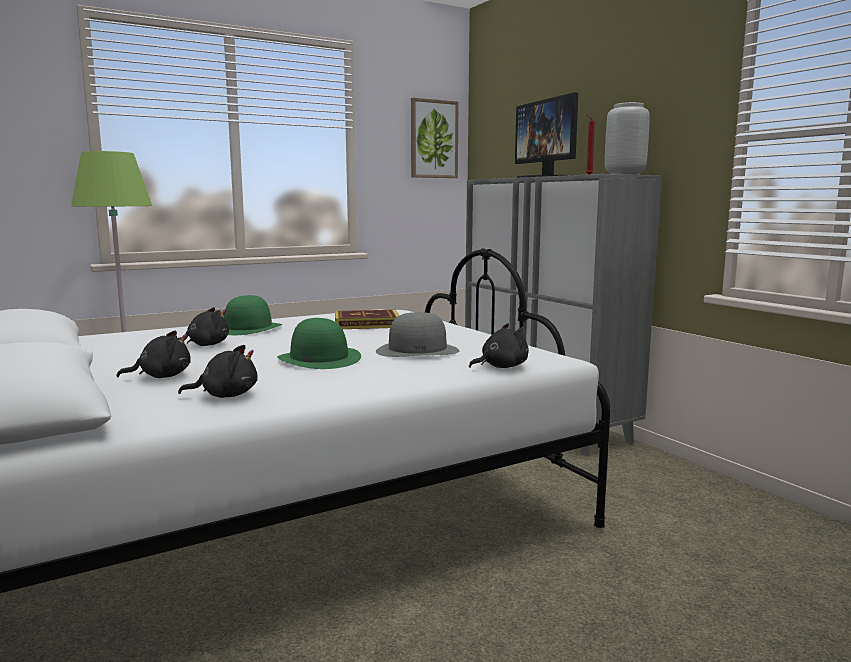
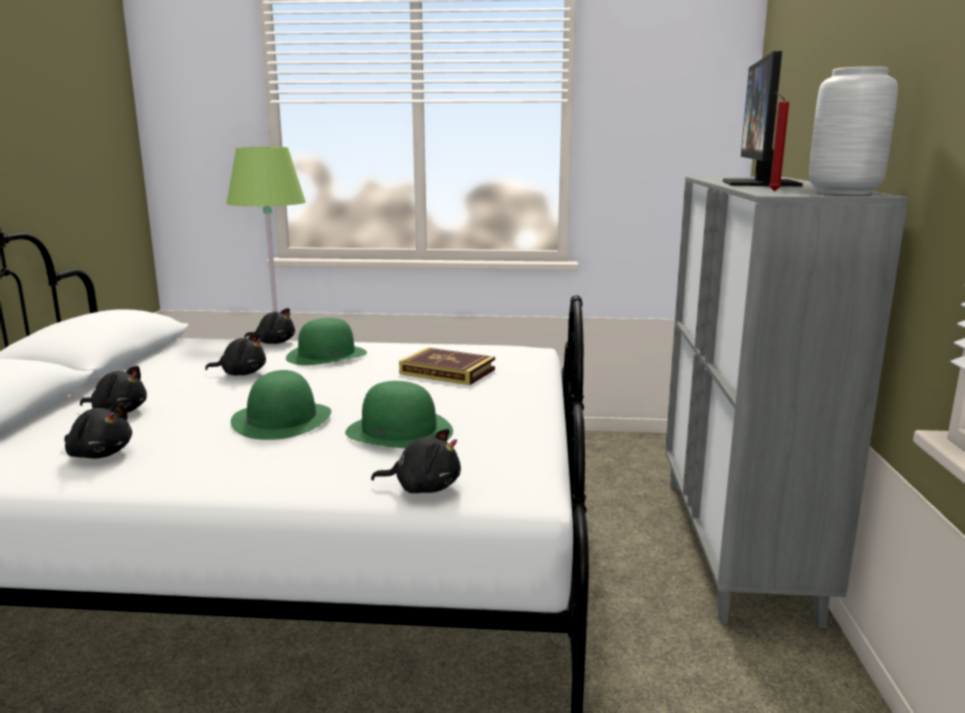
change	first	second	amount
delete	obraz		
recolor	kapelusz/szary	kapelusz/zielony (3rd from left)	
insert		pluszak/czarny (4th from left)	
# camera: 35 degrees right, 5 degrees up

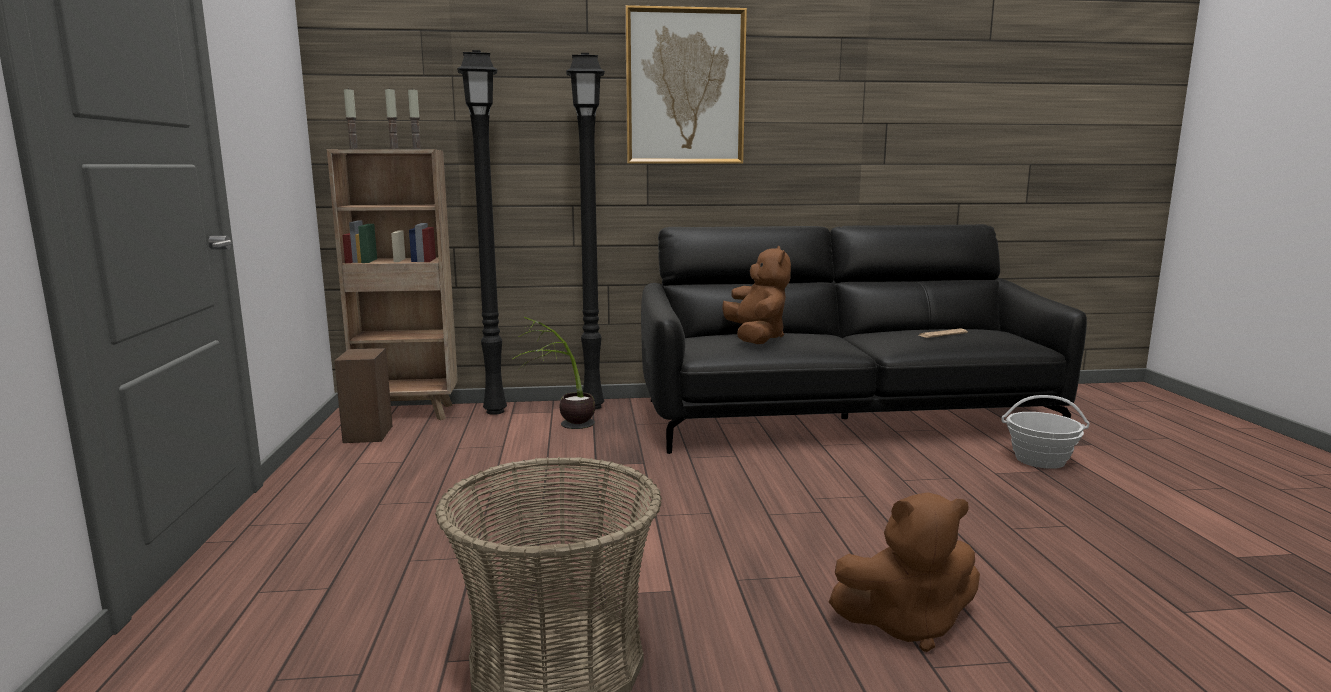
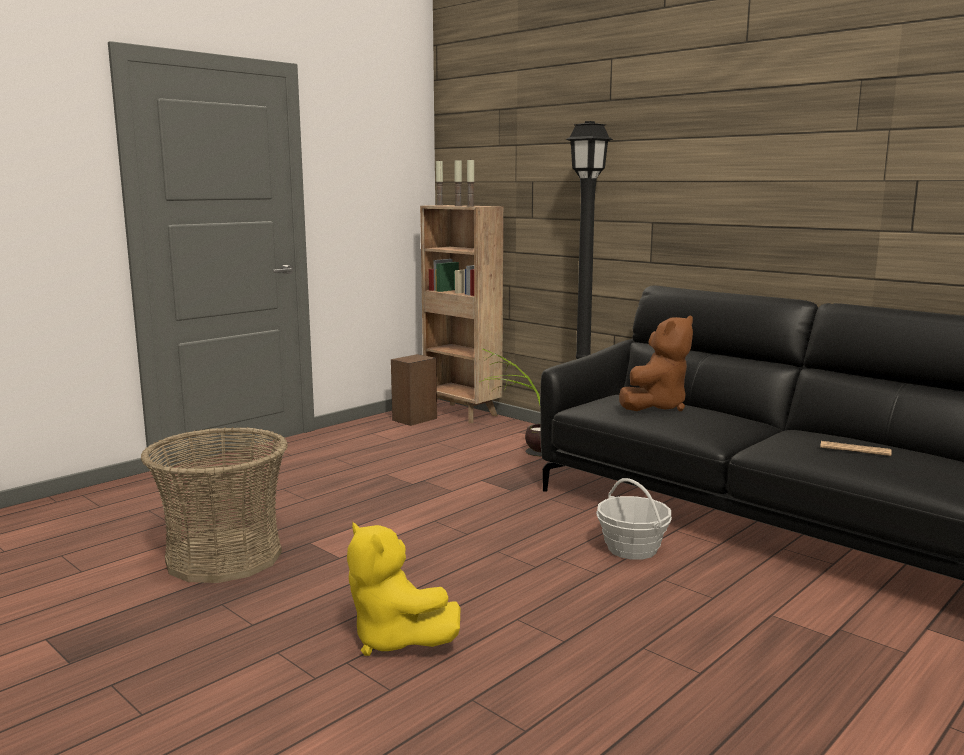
change	first	second	amount
delete	obraz		
delete	lampa stojąca/czarny (1st from left)		
move	koszyk (2nd from left)		
recolor	pluszak/brązowy (2nd from left)	pluszak/żółty	
# camera: 50 degrees right, 0 degrees up

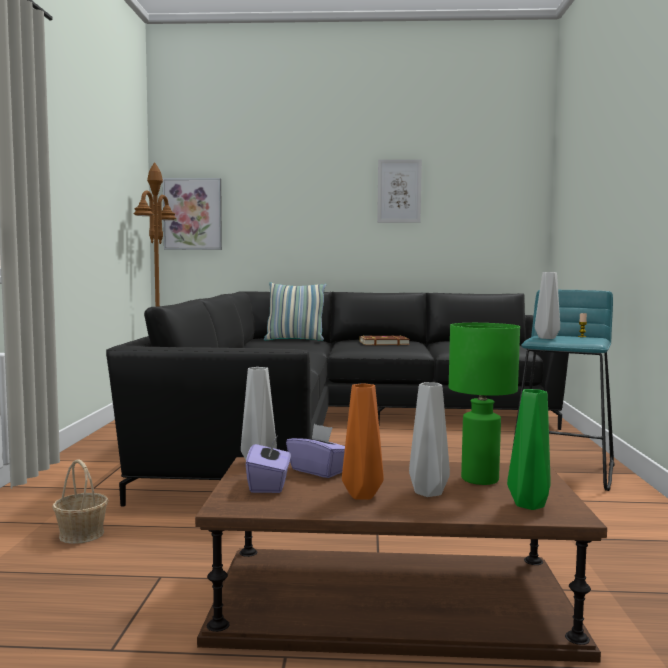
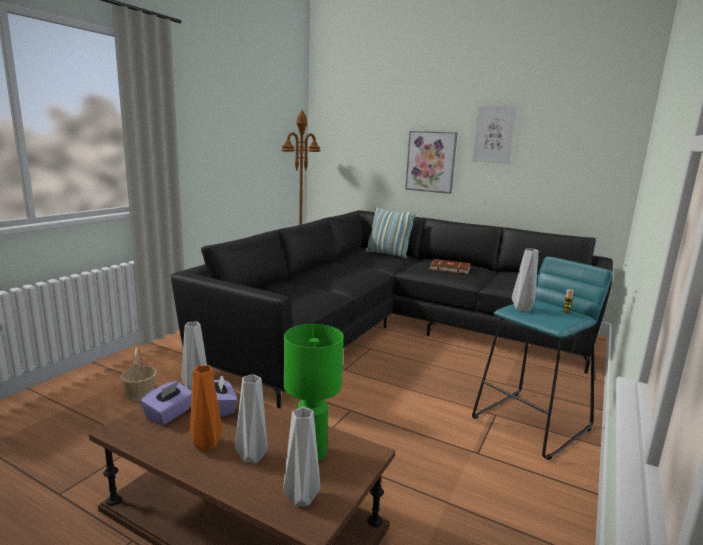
change	first	second	amount
move	obraz (1st from left)		
recolor	wazon/zielony	wazon/szary (3rd from left)	
# camera: 25 degrees right, 10 degrees up

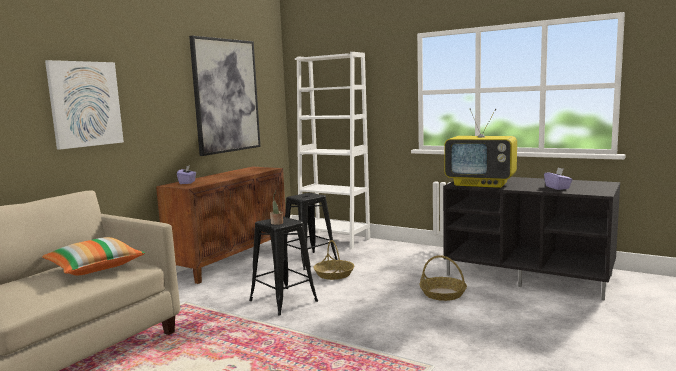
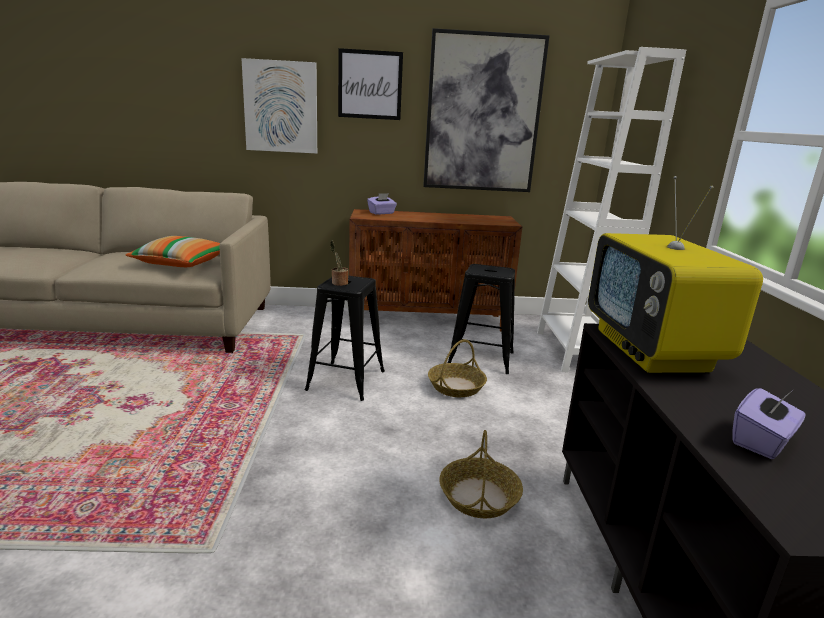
change	first	second	amount
insert		obraz (2nd from left)	
# camera: 55 degrees right, 10 degrees up

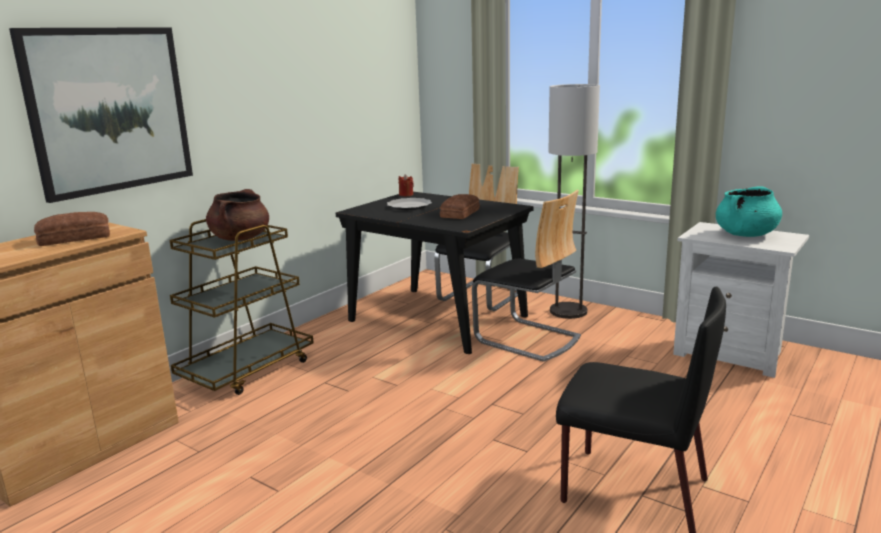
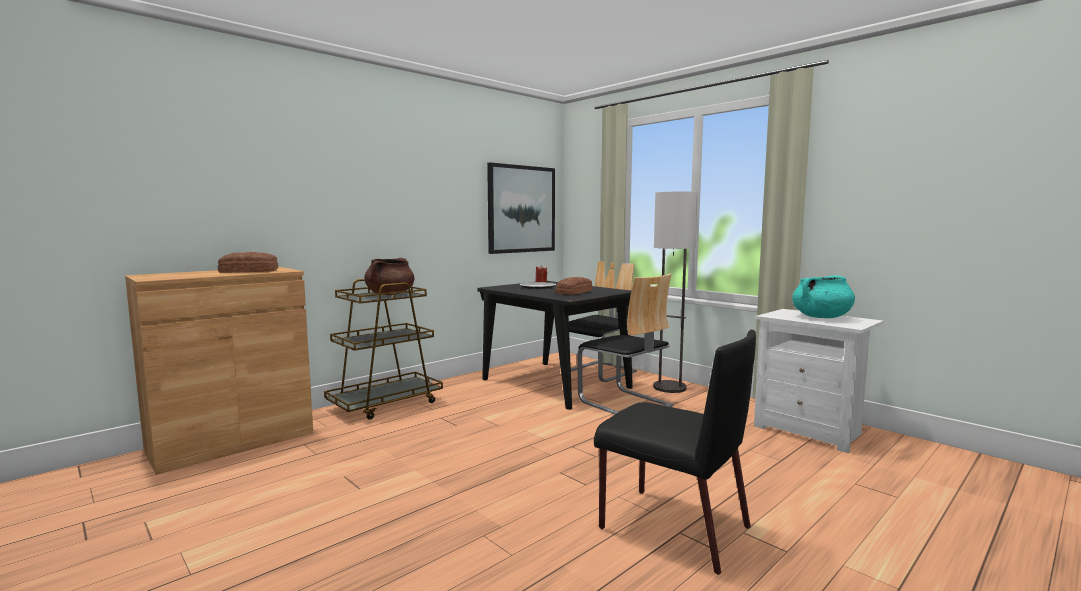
change	first	second	amount
move	obraz		
# camera: 10 degrees right, 10 degrees down

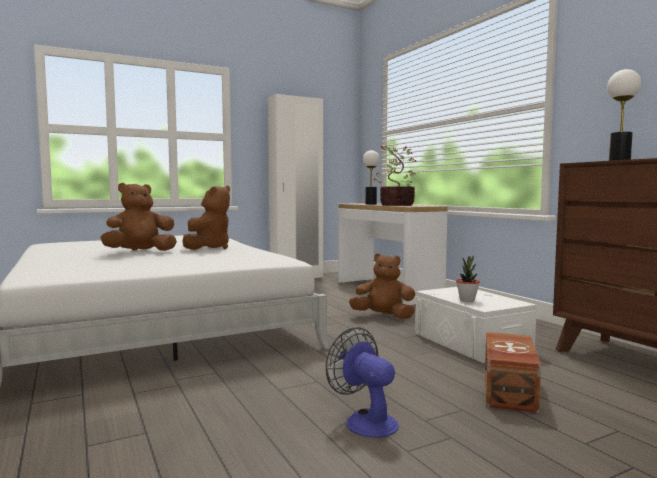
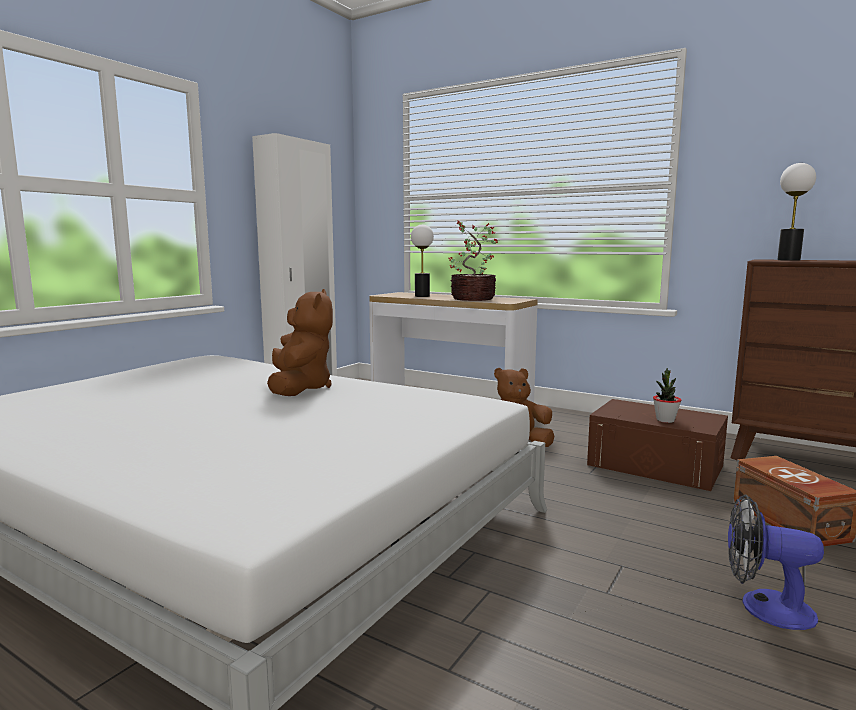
change	first	second	amount
delete	pluszak/brązowy (1st from left)		
recolor	pojemnik do przechowywania/biały	pojemnik do przechowywania/brązowy (1st from left)	
# camera: 30 degrees left, 5 degrees up

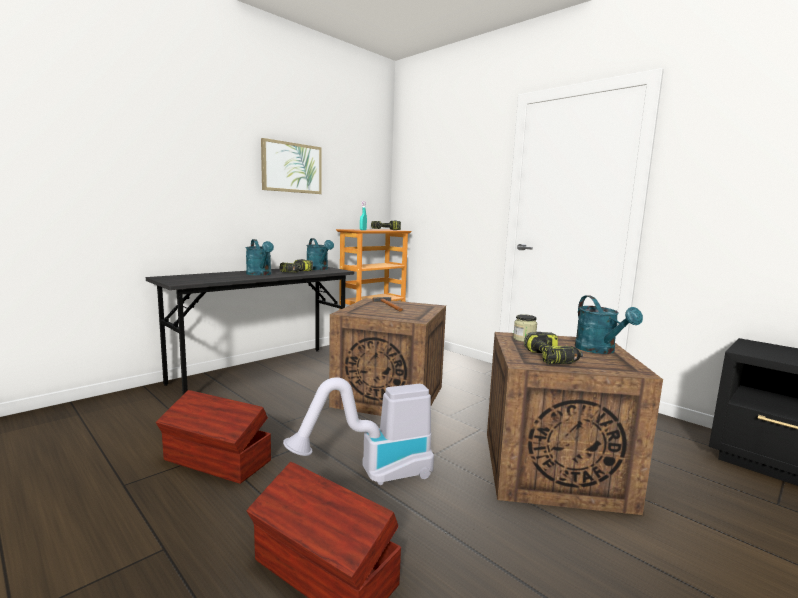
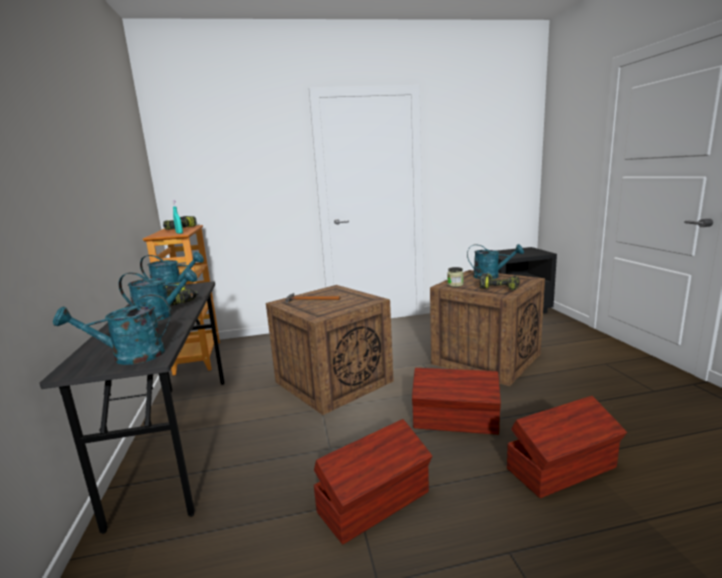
change	first	second	amount
delete	obraz		
replace	odkurzacz	pojemnik do przechowywania/brązowy (2nd from left)	
insert		konewka/turkusowy (1st from left)	
# camera: 55 degrees left, 5 degrees up

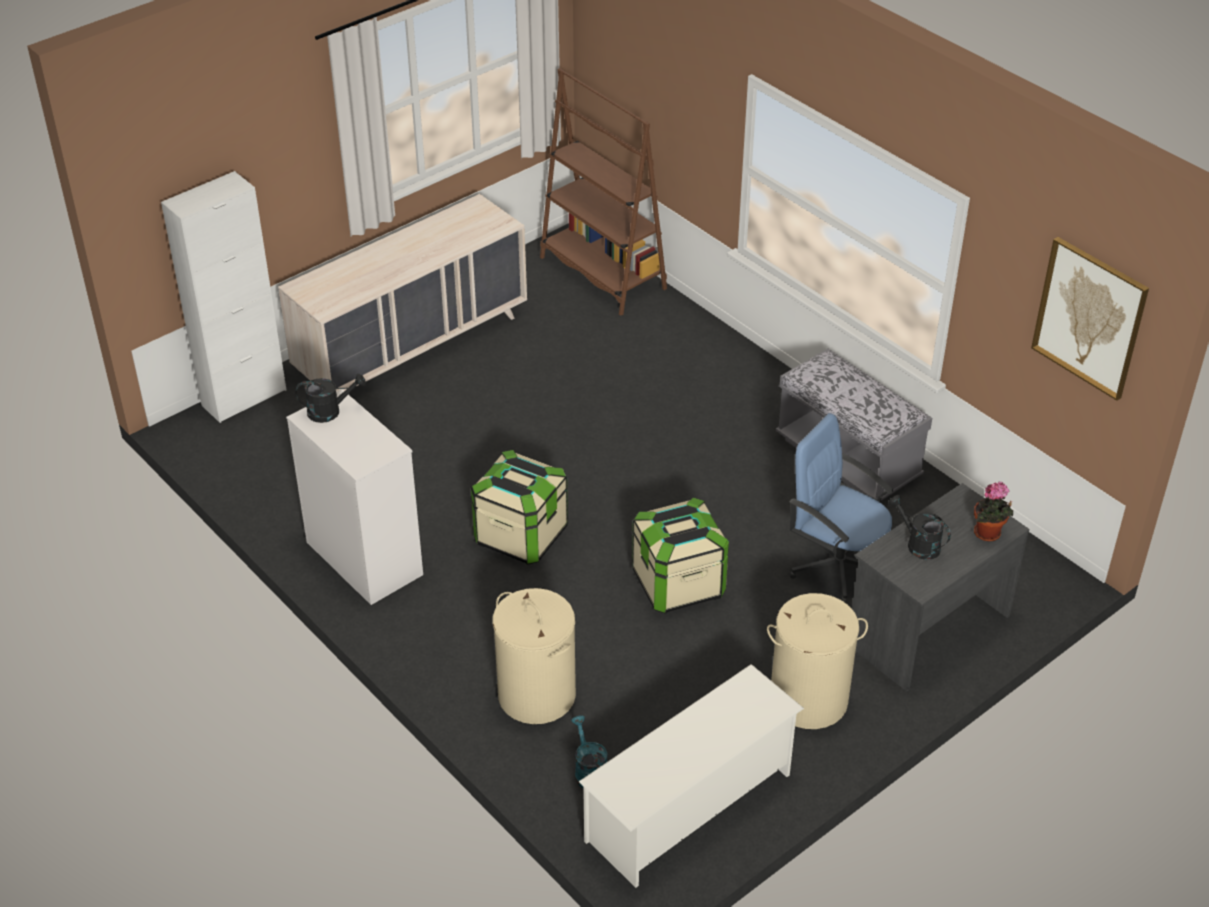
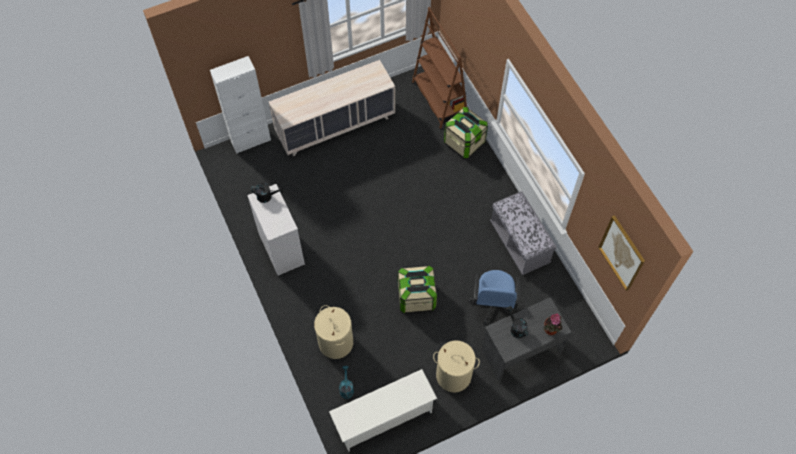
change	first	second	amount
rotate	krzesło biurowe/niebieski		135 degrees counterclockwise
move	pojemnik do przechowywania (1st from left in the first image)	pojemnik do przechowywania (2nd from left)	
# camera: 15 degrees right, 20 degrees up

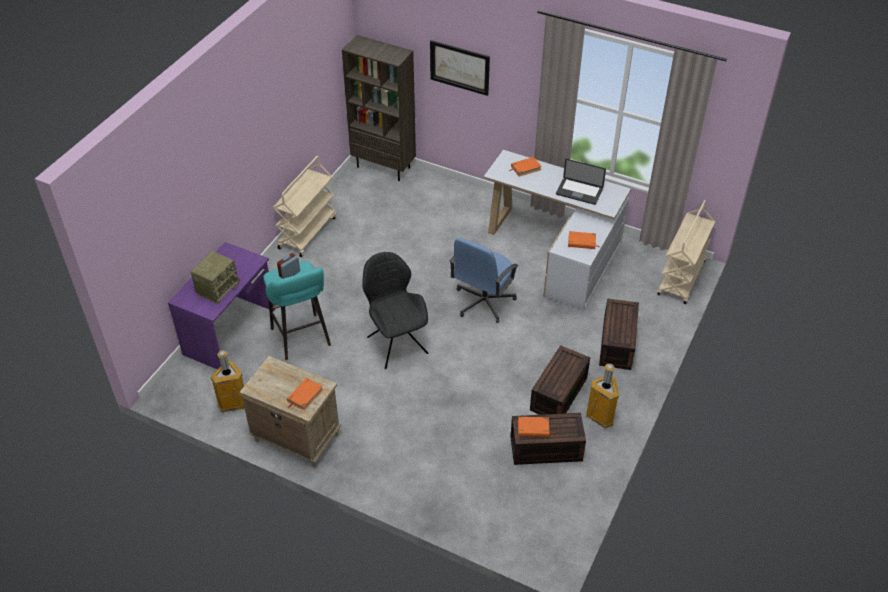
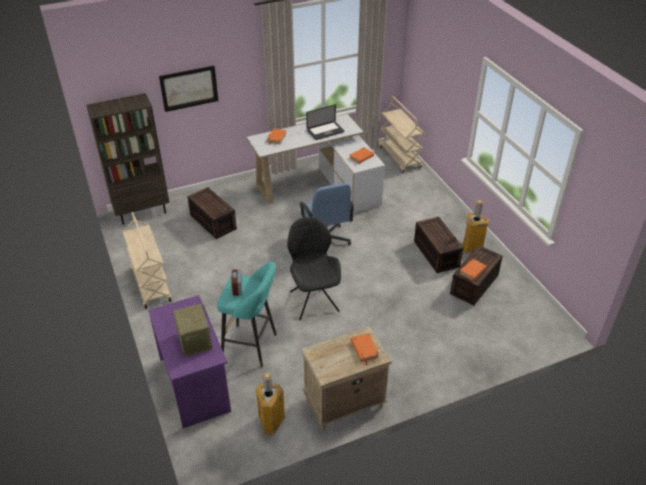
change	first	second	amount
rotate	krzesło/czarny		60 degrees clockwise
move	pojemnik do przechowywania/brązowy (3rd from left in the first image)	pojemnik do przechowywania/brązowy (1st from left)	
# camera: 50 degrees left, 5 degrees down

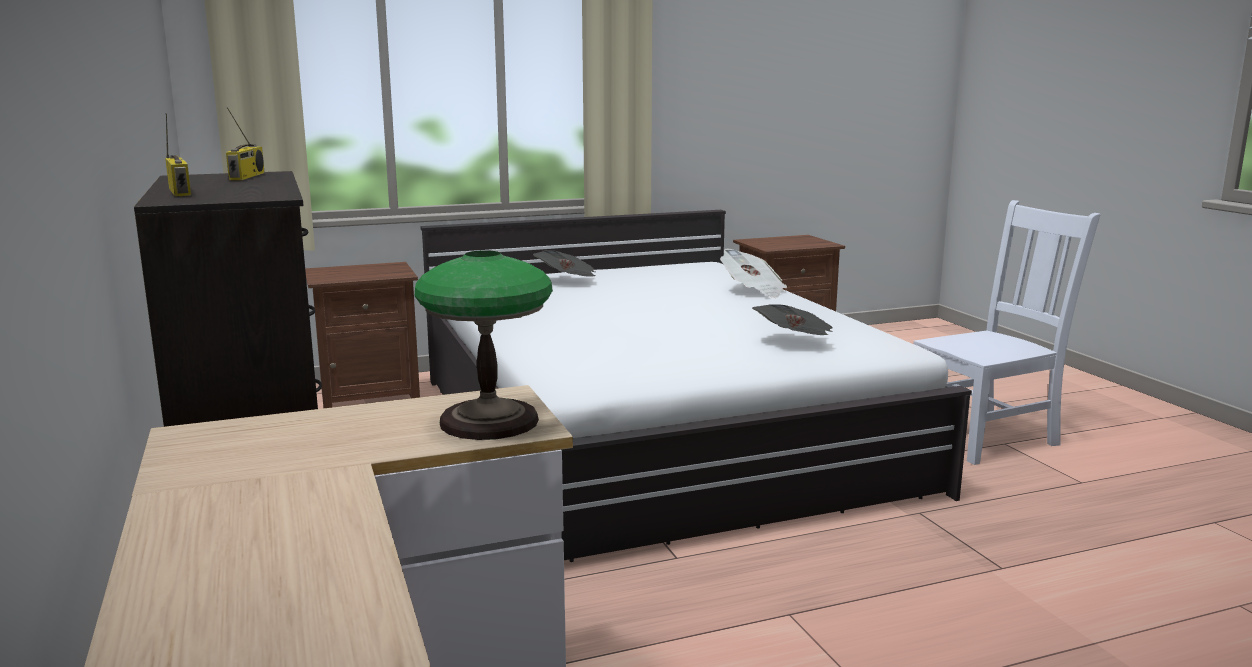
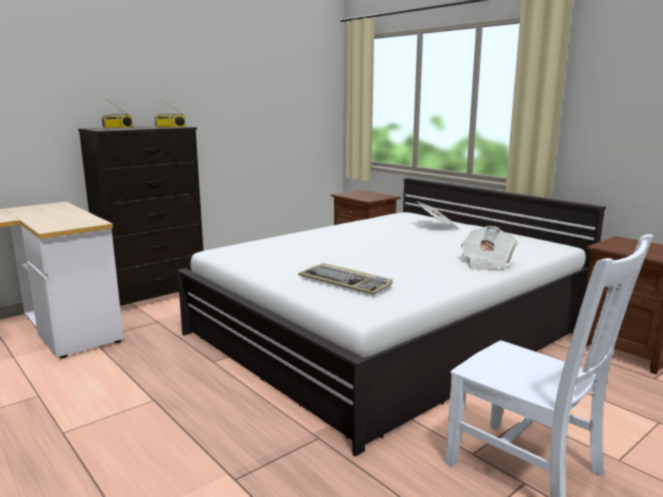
change	first	second	amount
delete	lampa stołowa		
replace	gazeta (3rd from left)	klawiatura	
# camera: 70 degrees right, 0 degrees up

